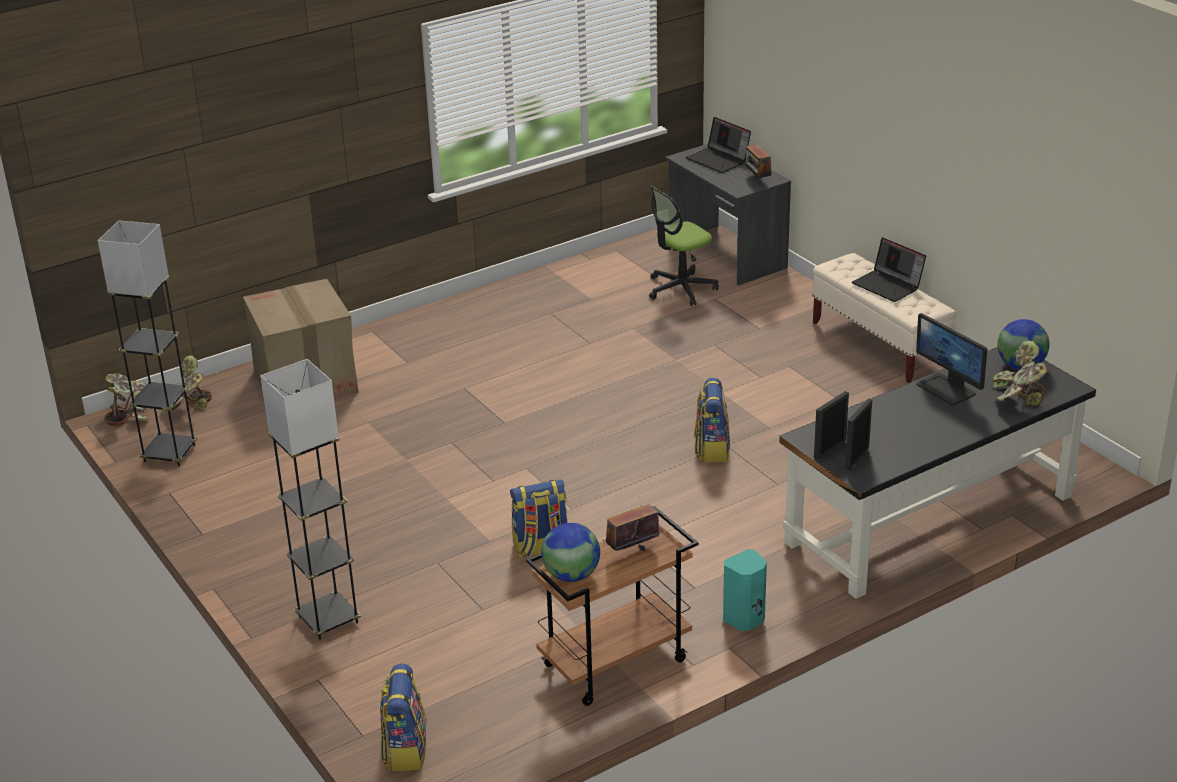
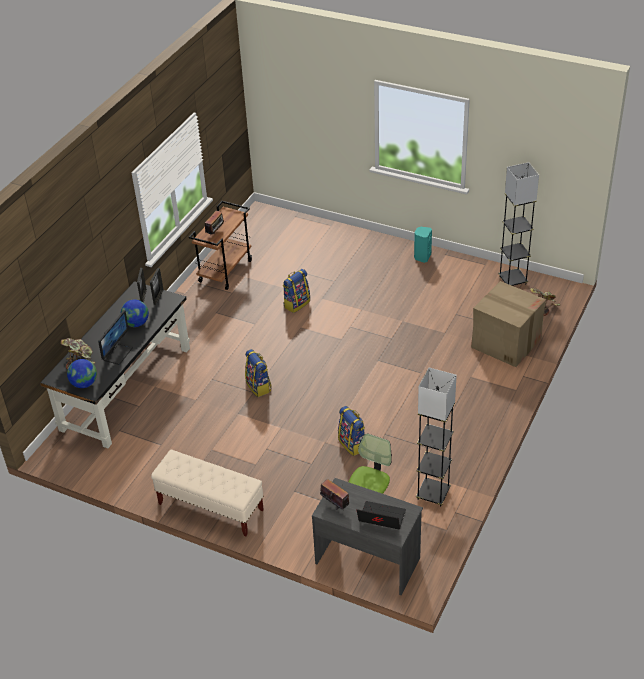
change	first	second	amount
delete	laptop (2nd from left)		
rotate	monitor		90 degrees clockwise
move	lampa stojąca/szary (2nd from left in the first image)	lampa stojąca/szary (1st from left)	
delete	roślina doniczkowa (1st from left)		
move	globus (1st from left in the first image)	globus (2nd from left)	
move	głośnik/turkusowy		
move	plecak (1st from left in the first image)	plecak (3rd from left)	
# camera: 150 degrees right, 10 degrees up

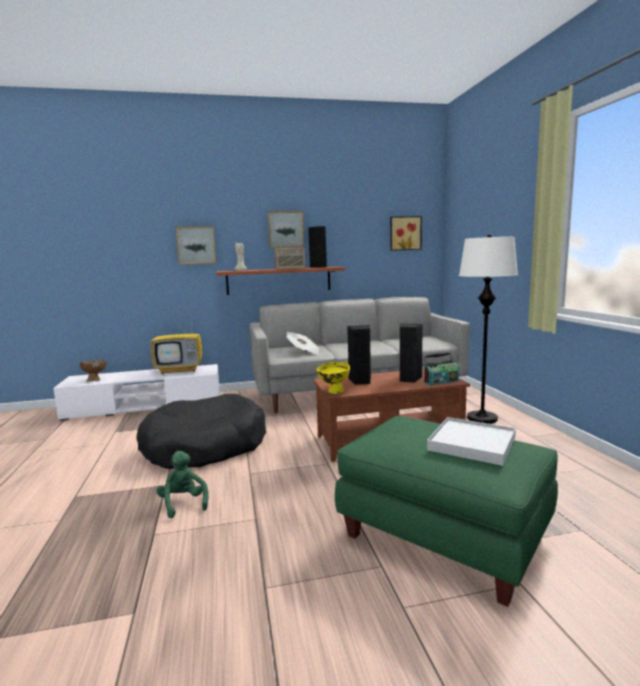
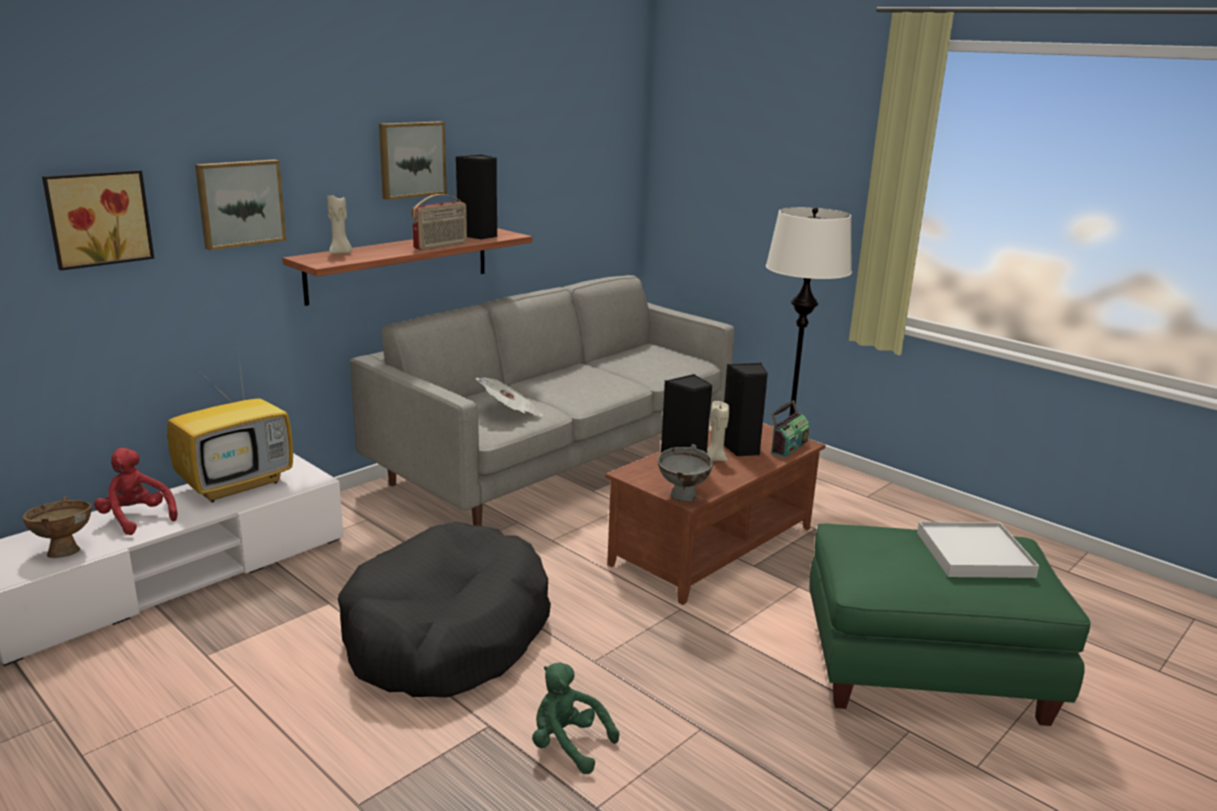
change	first	second	amount
move	obraz (3rd from left in the first image)	obraz (1st from left)	
recolor	miska/żółty	miska/szary	
insert		świeca/beżowy (2nd from left)	
insert		pluszak/czerwony	
# camera: 35 degrees left, 10 degrees up

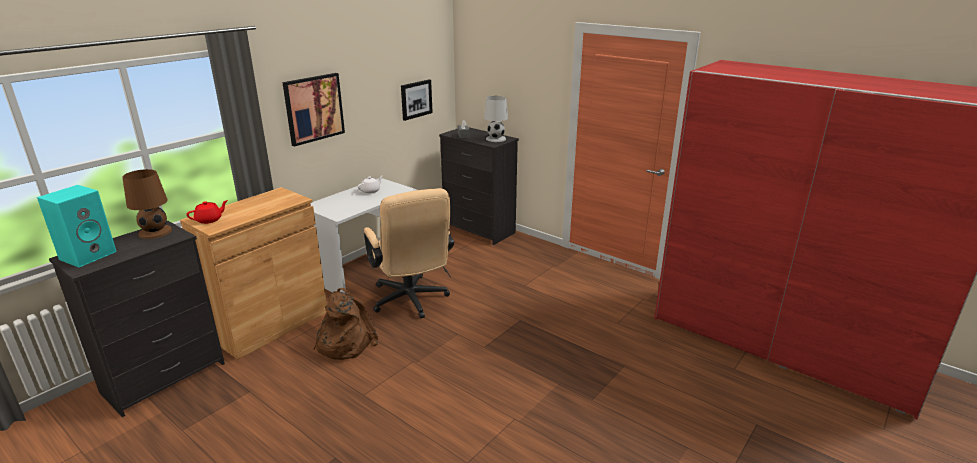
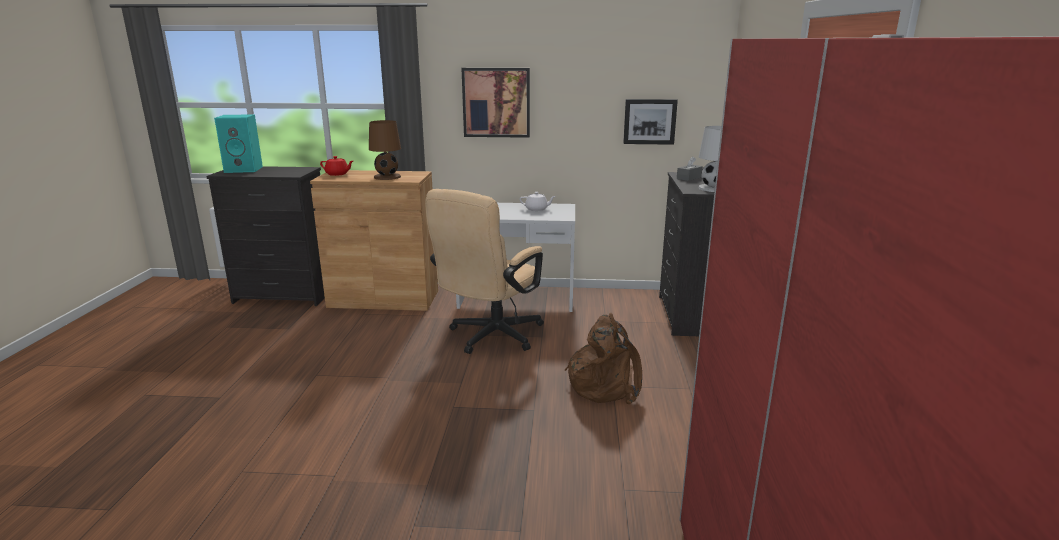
change	first	second	amount
move	lampa stołowa/brązowy		
move	plecak/brązowy		
# camera: 55 degrees right, 5 degrees down

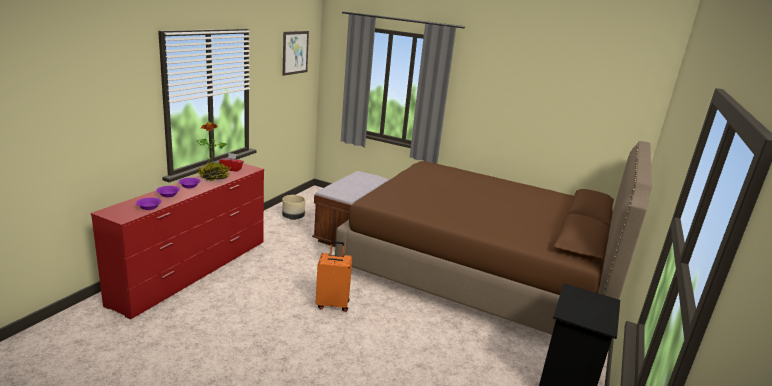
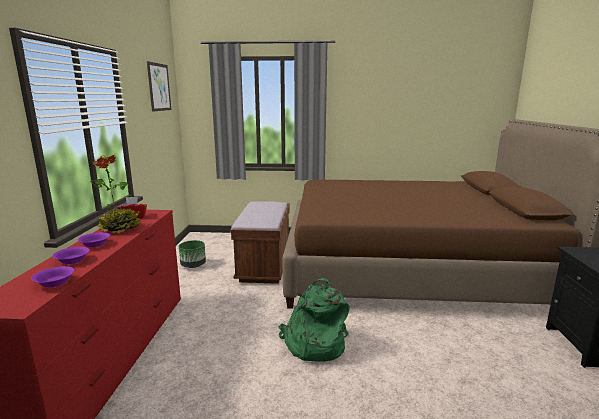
change	first	second	amount
recolor	donica/beżowy	donica/zielony	
replace	walizka/pomarańczowy	plecak/zielony	
# camera: 20 degrees left, 5 degrees down

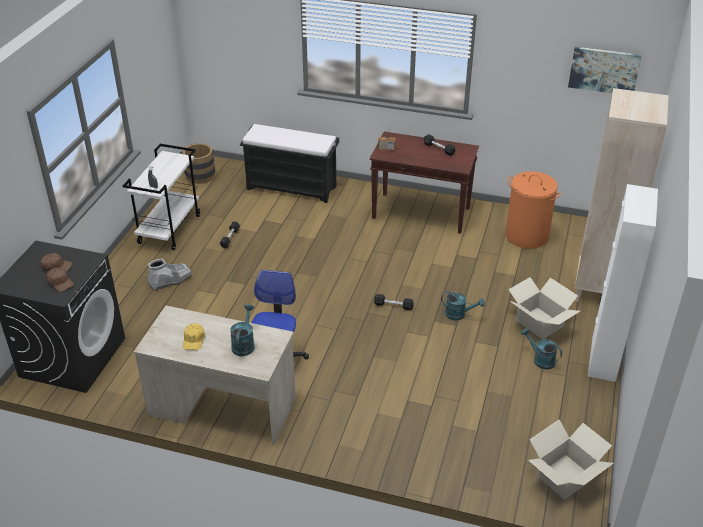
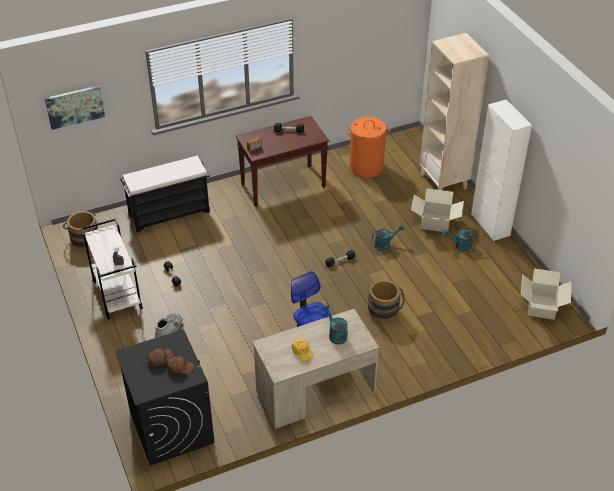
change	first	second	amount
move	obraz		
insert		wiadro/brązowy (2nd from left)	
# camera: 40 degrees left, 5 degrees up

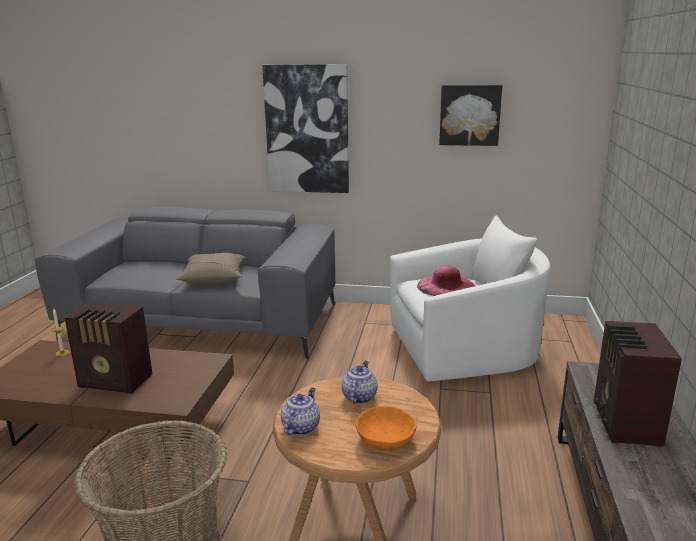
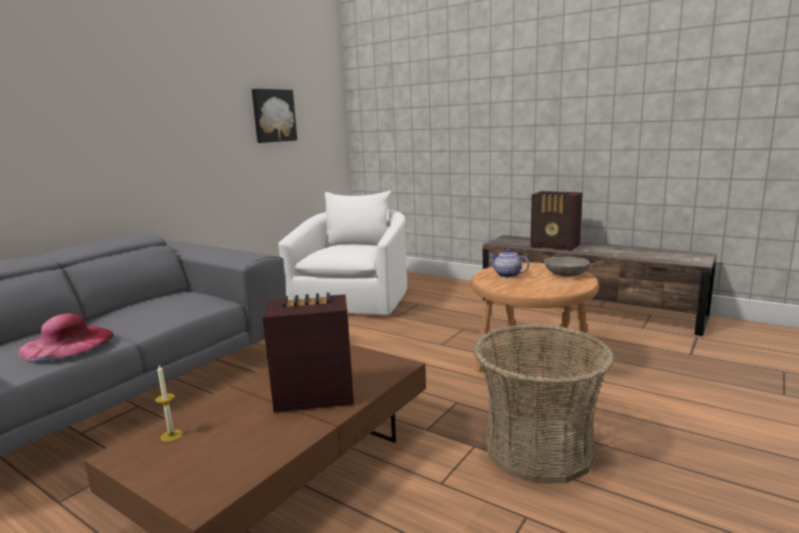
change	first	second	amount
delete	obraz (1st from left)		
delete	poduszka/beżowy		
move	kapelusz/różowy		
rotate	radio (1st from left)		135 degrees counterclockwise
delete	imbryk (1st from left)		
recolor	miska/pomarańczowy	miska/szary	
# camera: 65 degrees left, 5 degrees down

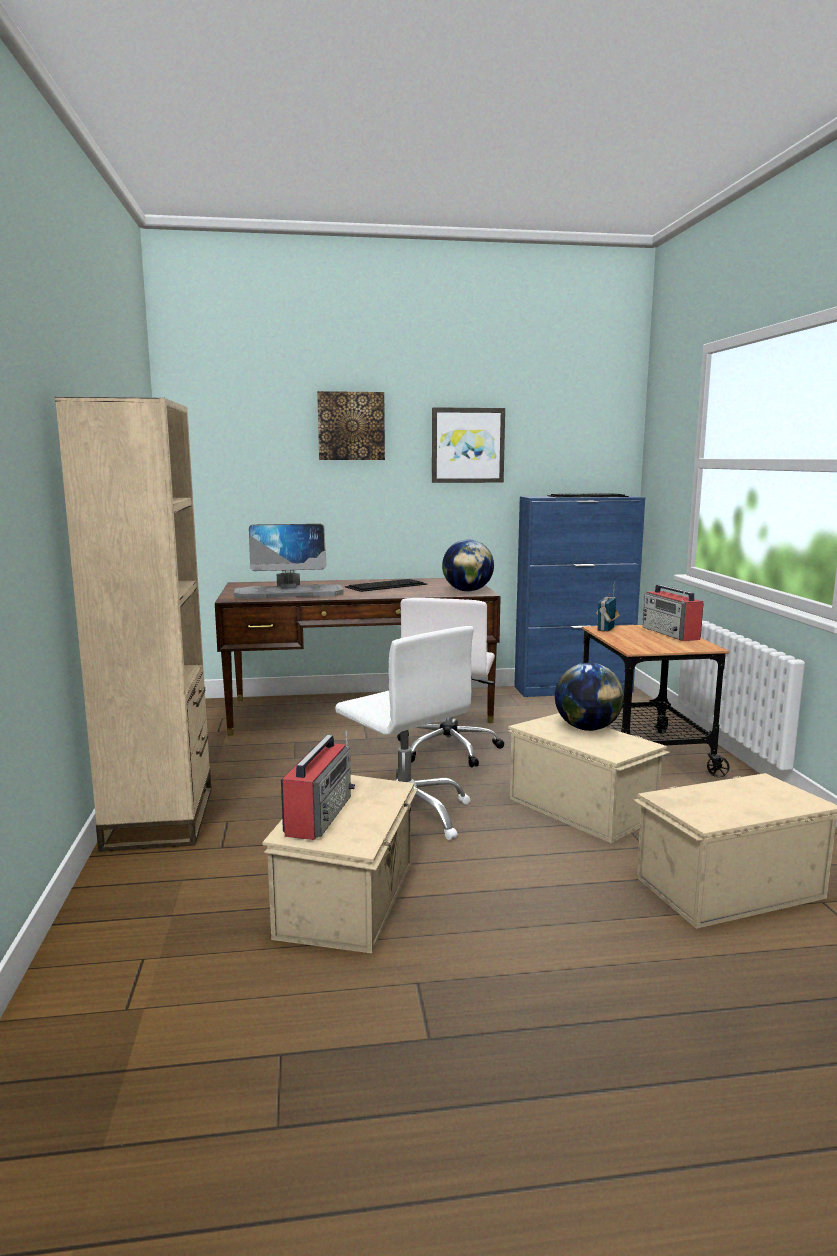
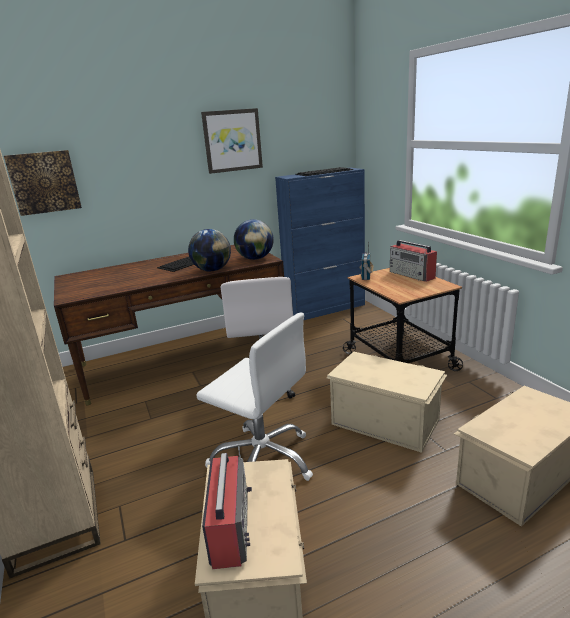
change	first	second	amount
move	obraz (1st from left)		
delete	monitor		
move	globus (2nd from left in the first image)	globus (1st from left)	
# camera: 15 degrees left, 10 degrees up

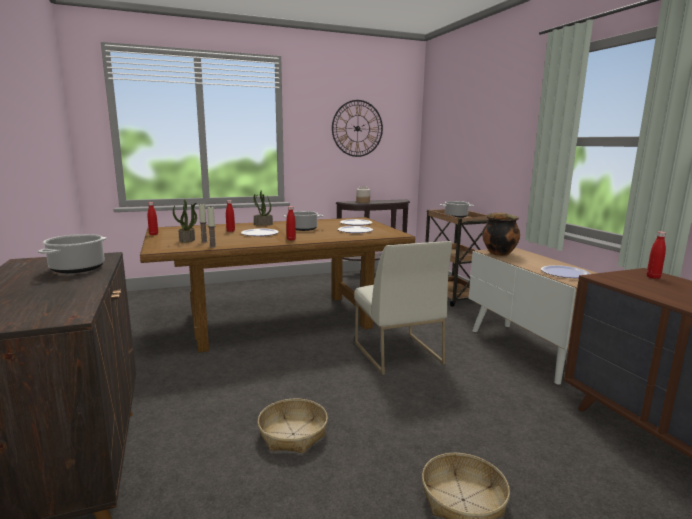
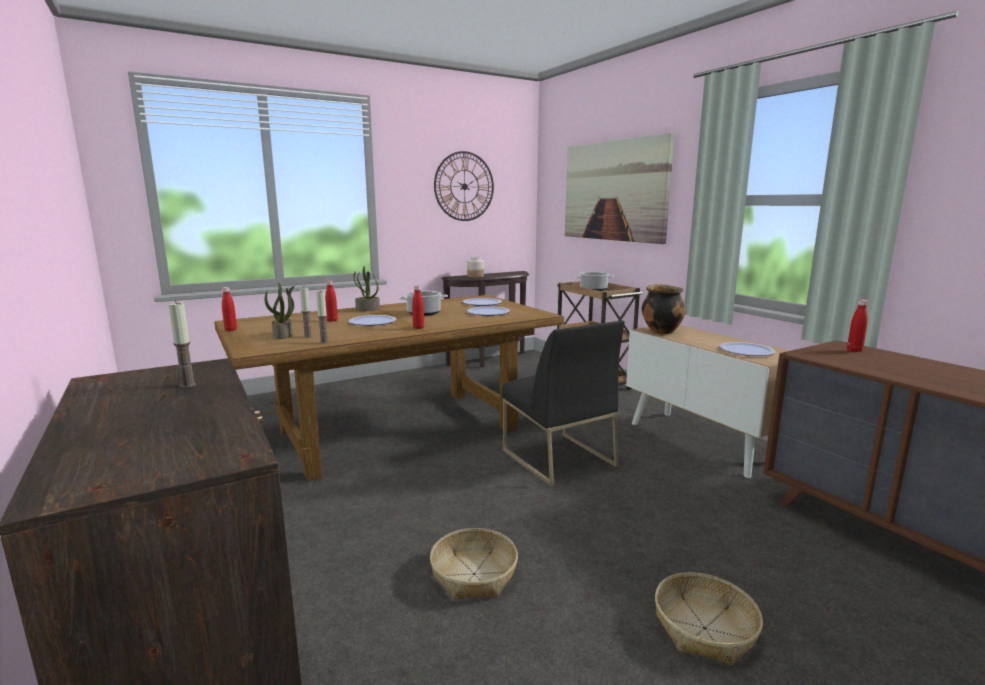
change	first	second	amount
replace	garnek (1st from left)	świeca (1st from left)	
recolor	krzesło/biały	krzesło/czarny	
insert		obraz	
# camera: 10 degrees left, 0 degrees up

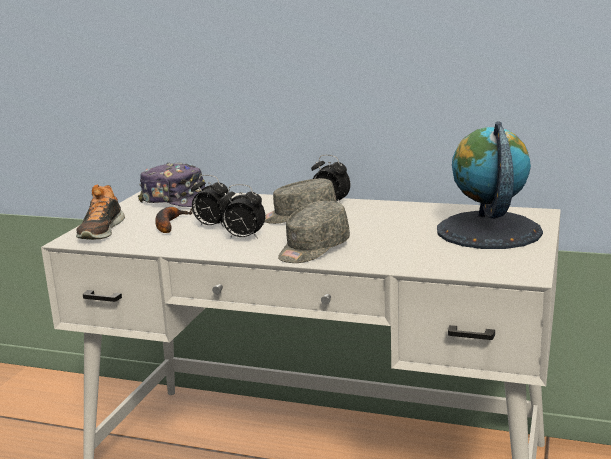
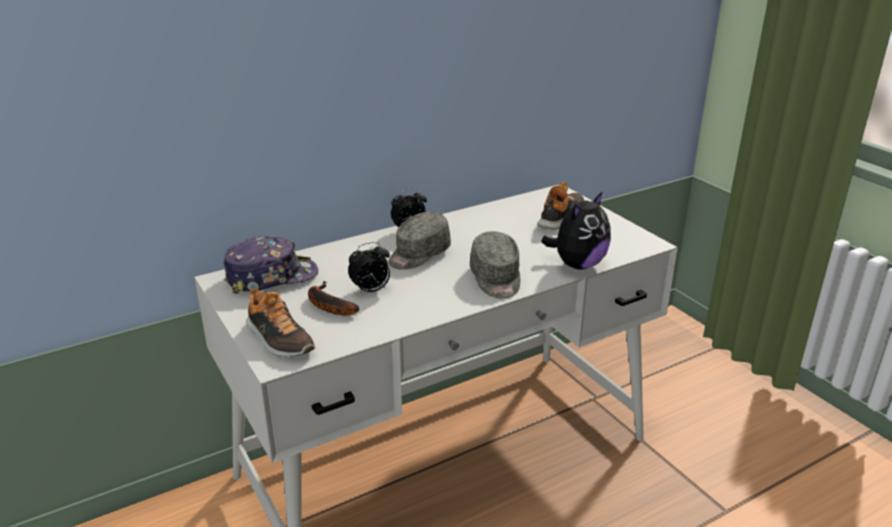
change	first	second	amount
replace	globus	but (2nd from left)	
delete	budzik (2nd from left)		
insert		pluszak	
# camera: 50 degrees left, 10 degrees up

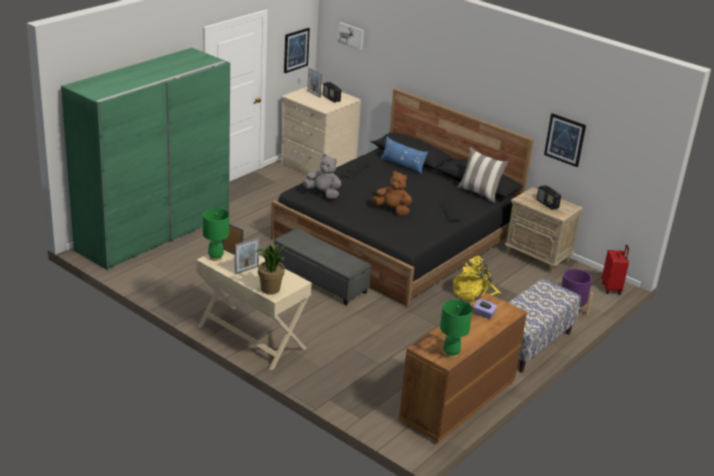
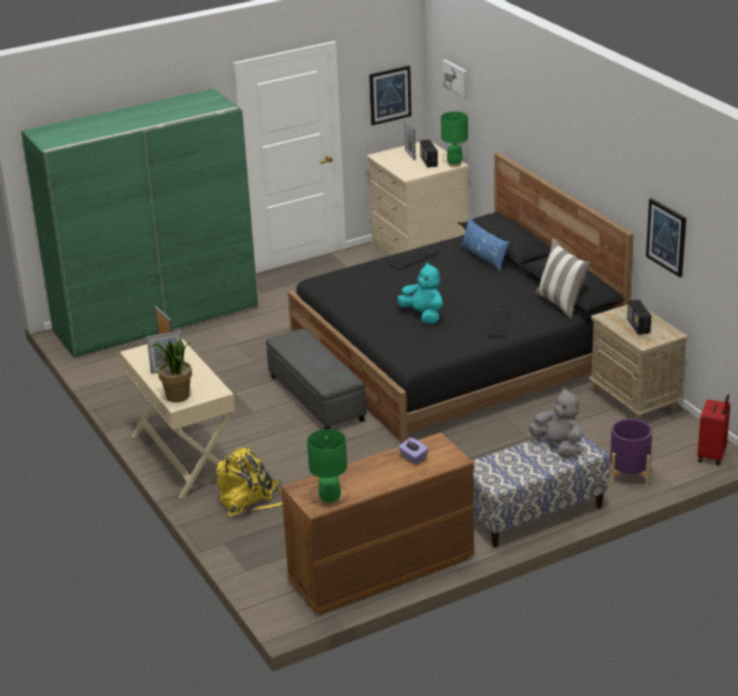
change	first	second	amount
move	pluszak/szary		
recolor	pluszak/brązowy	pluszak/turkusowy	
move	lampa stołowa/zielony (1st from left in the first image)	lampa stołowa/zielony (2nd from left)	
move	plecak/żółty		
# camera: 25 degrees right, 0 degrees up

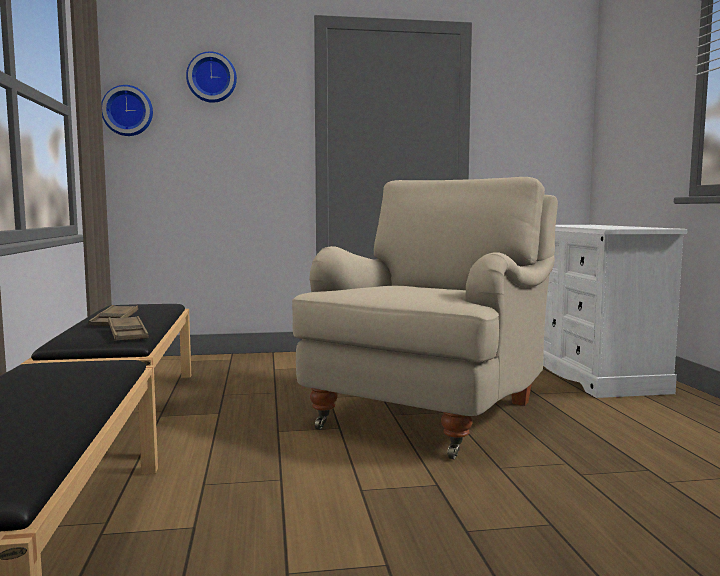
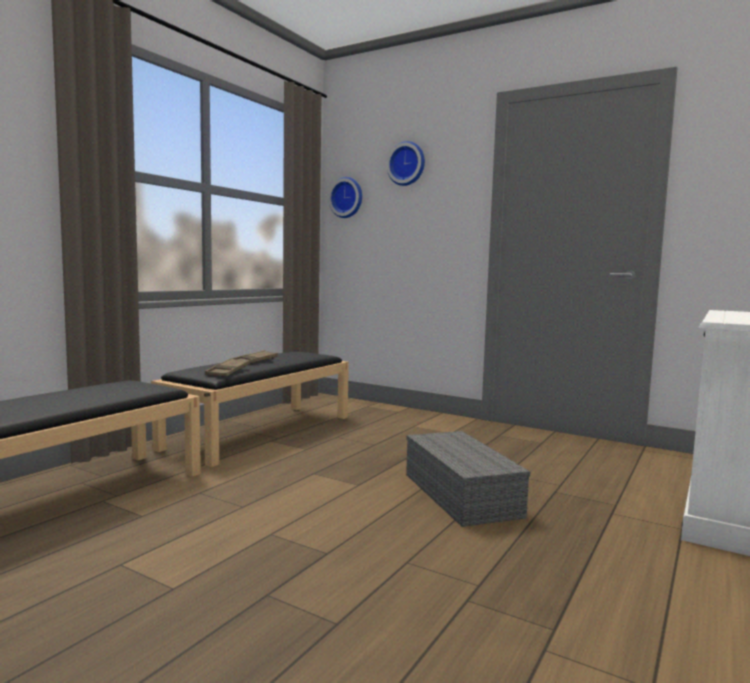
change	first	second	amount
replace	fotel/beżowy	pojemnik do przechowywania/szary	
# camera: 40 degrees right, 0 degrees up

